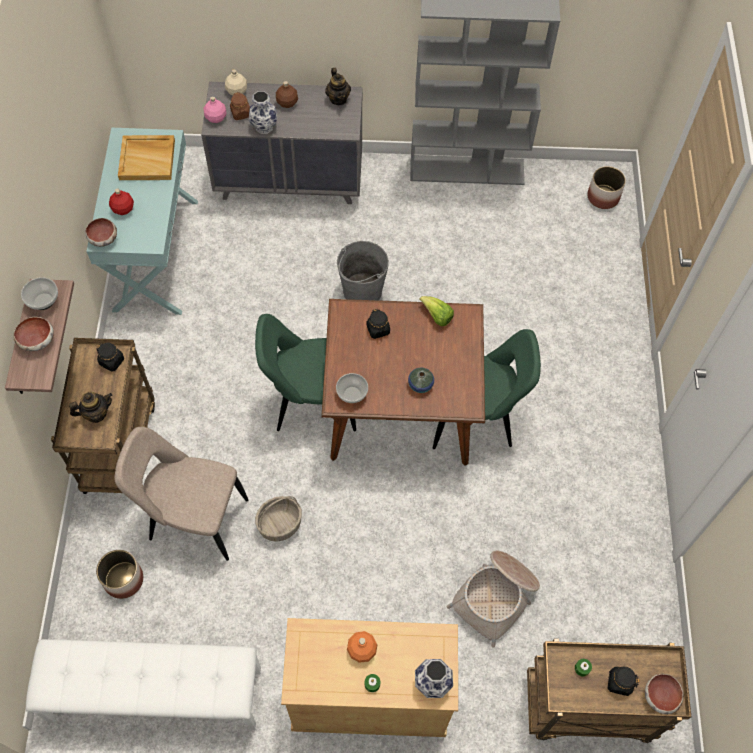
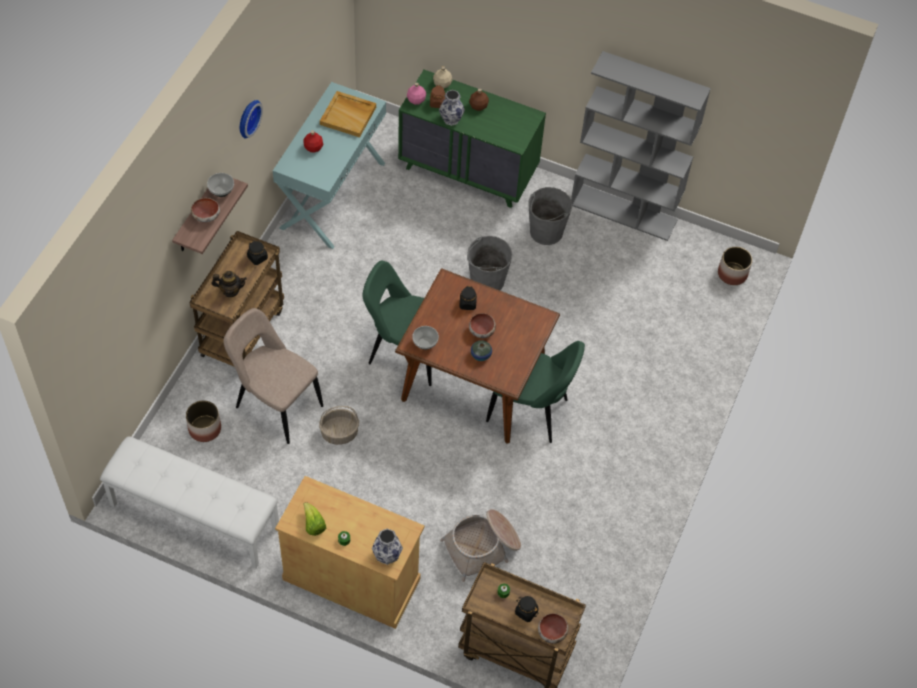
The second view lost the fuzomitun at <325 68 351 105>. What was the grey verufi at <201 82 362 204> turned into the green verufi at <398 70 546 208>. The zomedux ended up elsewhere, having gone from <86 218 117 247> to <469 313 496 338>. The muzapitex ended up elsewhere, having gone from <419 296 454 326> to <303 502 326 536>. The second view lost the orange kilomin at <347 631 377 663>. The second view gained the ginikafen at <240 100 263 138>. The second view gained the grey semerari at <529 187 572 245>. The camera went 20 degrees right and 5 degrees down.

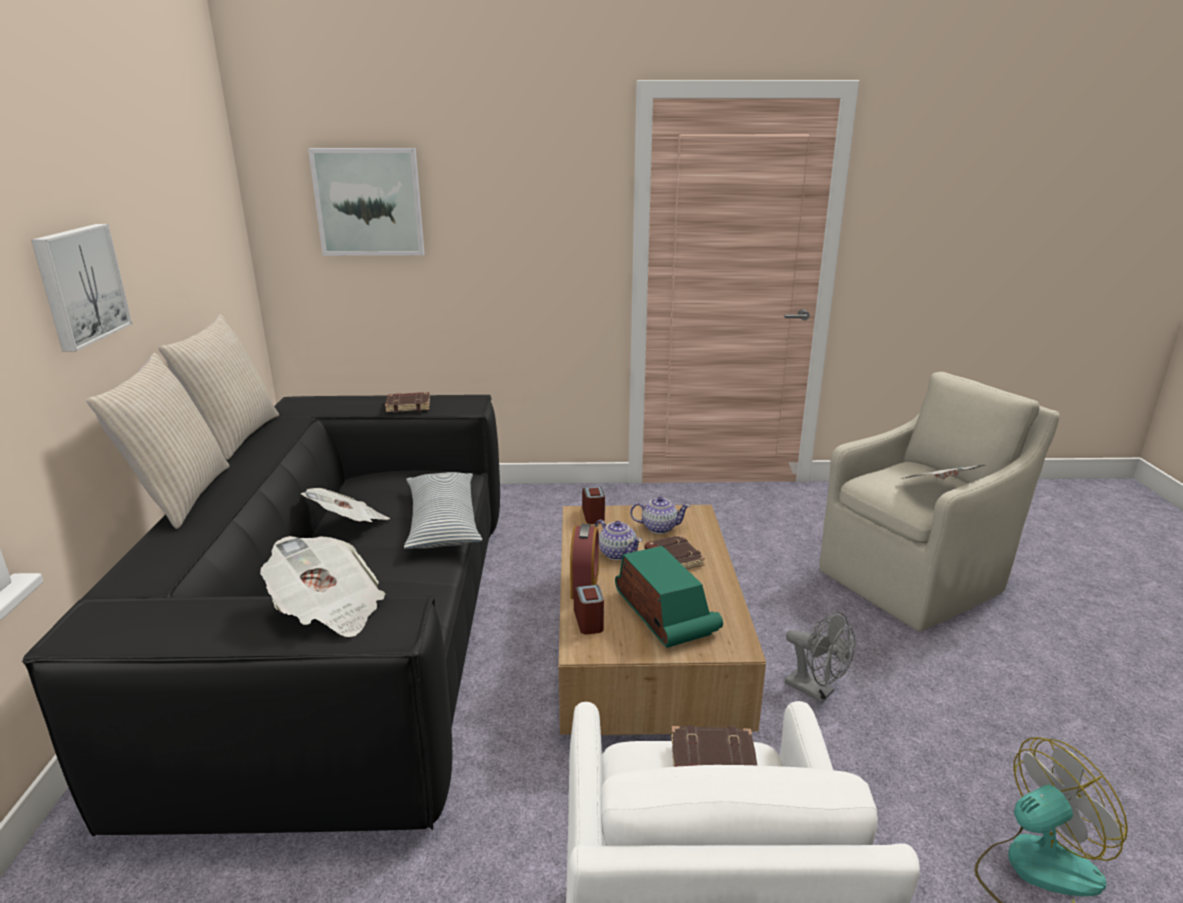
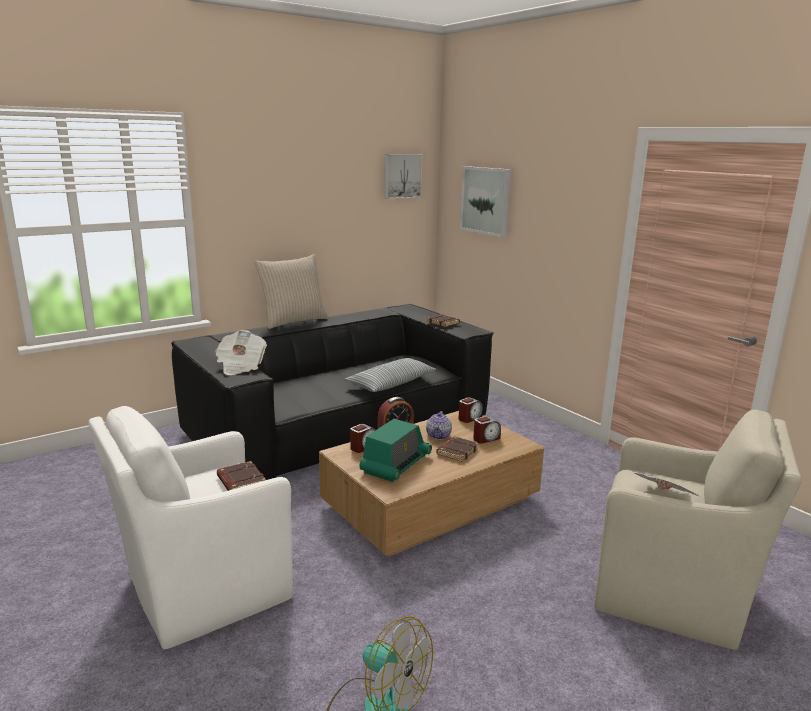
The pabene ended up elsewhere, having gone from <31 224 132 351> to <384 154 423 199>. The second view lost the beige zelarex at <158 314 279 460>. The second view lost the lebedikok at <300 488 390 522>. Where the fuzomitun stood at <630 496 690 534>, the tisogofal came to stand at <473 416 501 444>. The second view lost the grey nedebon at <785 612 855 703>. The camera went 55 degrees right and 5 degrees down.

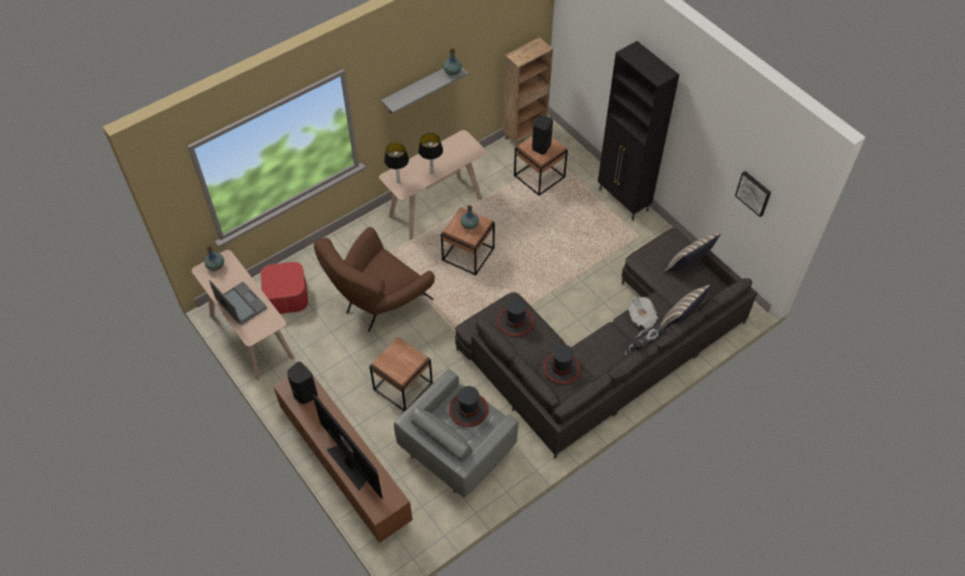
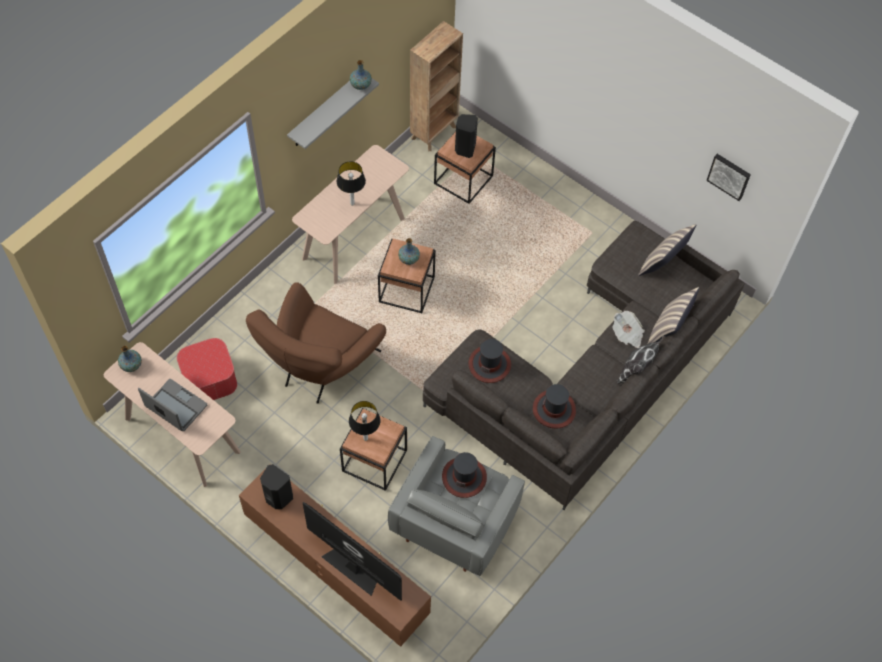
The second view lost the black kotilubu at <598 41 679 221>. The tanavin ended up elsewhere, having gone from <384 142 409 183> to <349 401 380 441>. The camera went 15 degrees left and 5 degrees up.

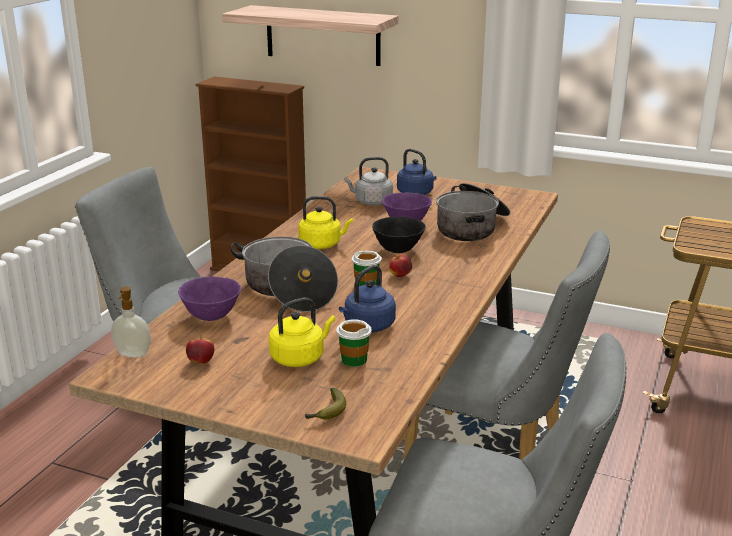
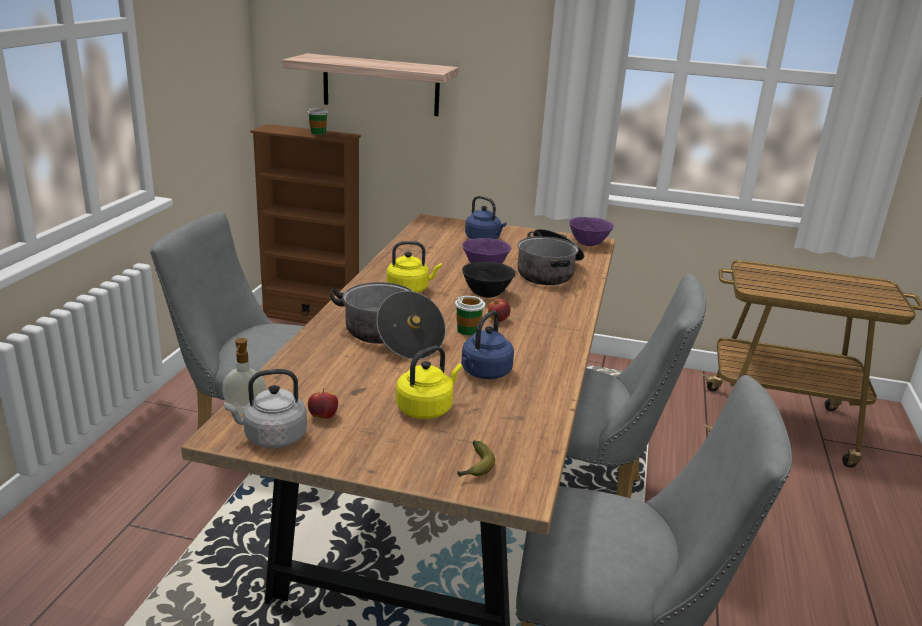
The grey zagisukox ended up elsewhere, having gone from <344 157 393 206> to <224 369 307 448>. The purple zomedux ended up elsewhere, having gone from <178 276 241 321> to <569 217 614 246>. The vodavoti ended up elsewhere, having gone from <336 319 372 367> to <307 108 328 135>. The camera went 10 degrees left and 0 degrees up.

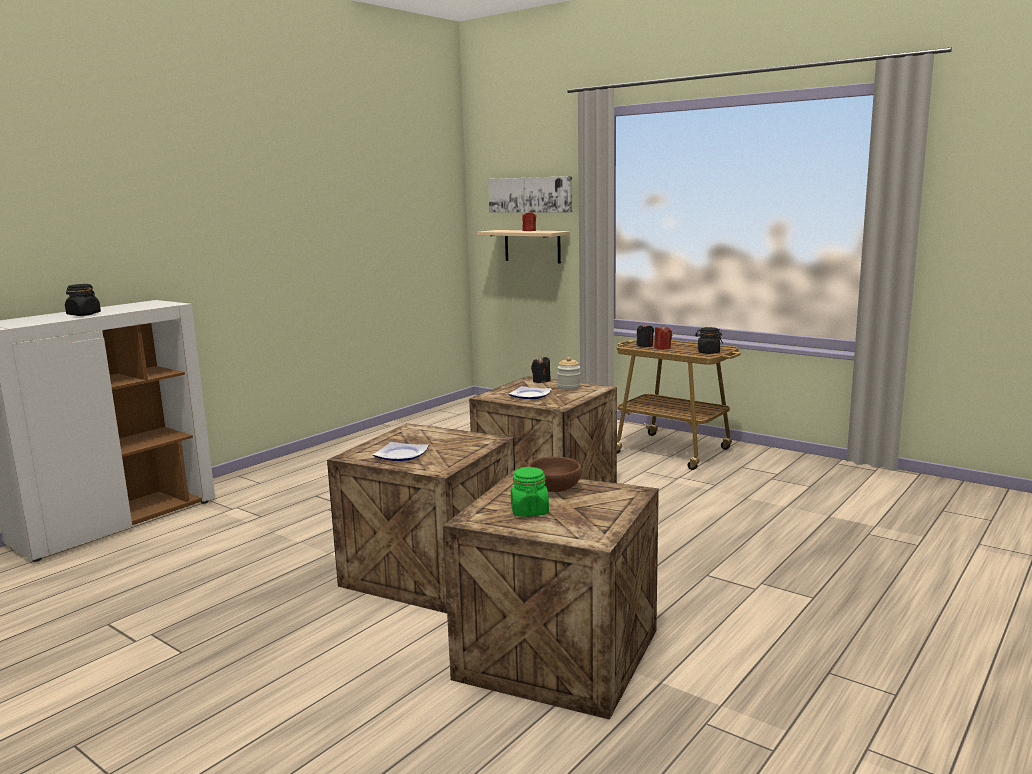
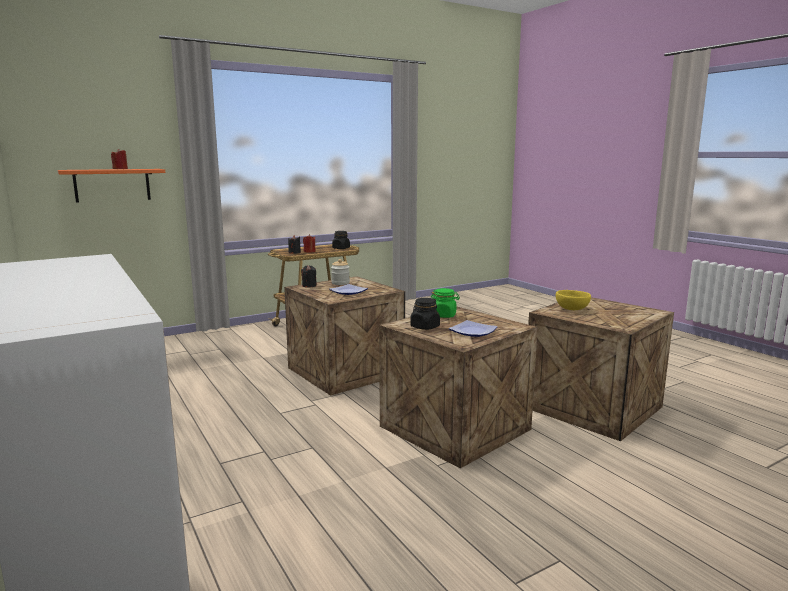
The second view lost the pabene at <488 176 572 213>. What was the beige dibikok at <477 230 570 263> turned into the orange dibikok at <58 169 165 203>. The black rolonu ended up elsewhere, having gone from <65 284 101 316> to <410 298 440 330>. What was the brown zomedux at <527 456 582 492> turned into the yellow zomedux at <556 290 591 310>. The green rolonu ended up elsewhere, having gone from <511 467 549 517> to <431 288 460 318>. The camera went 70 degrees left and 0 degrees up.

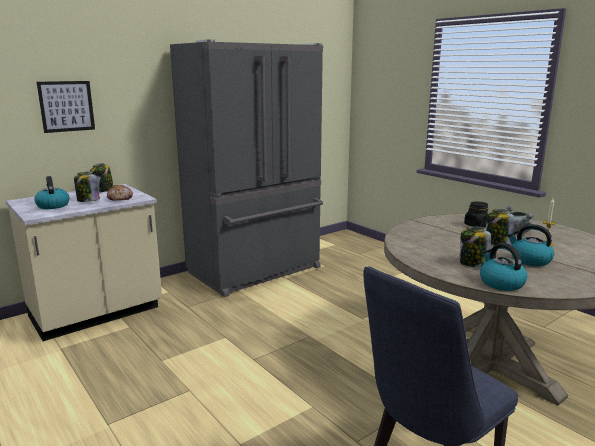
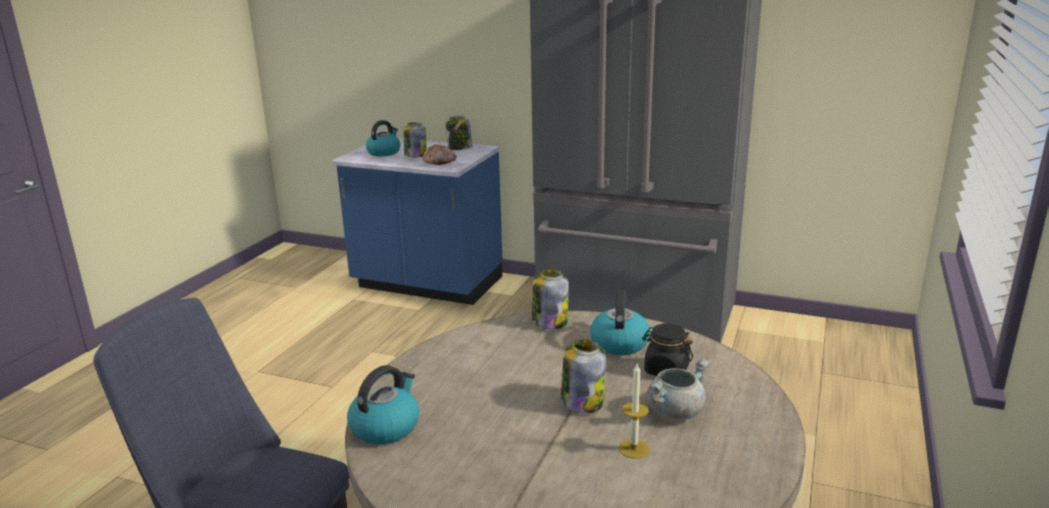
The second view lost the pabene at <37 81 95 133>. What was the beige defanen at <6 184 162 341> turned into the blue defanen at <331 138 503 305>. The zagisukox ended up elsewhere, having gone from <507 224 554 266> to <590 290 650 355>. The rolonu ended up elsewhere, having gone from <460 226 491 267> to <532 269 569 329>. The camera went 60 degrees right and 5 degrees up.

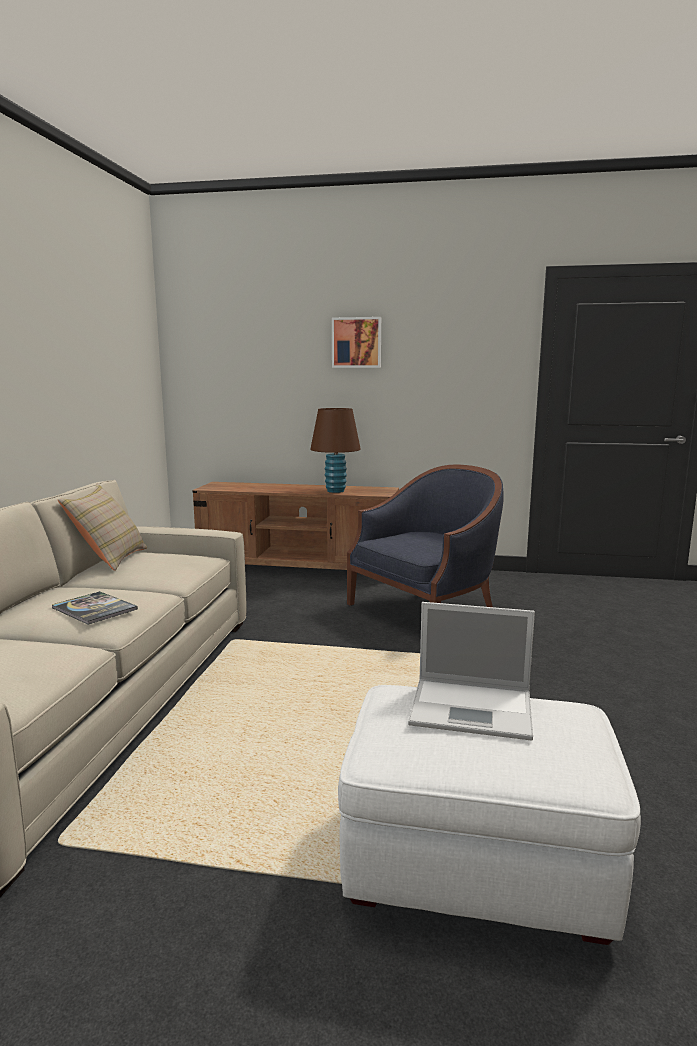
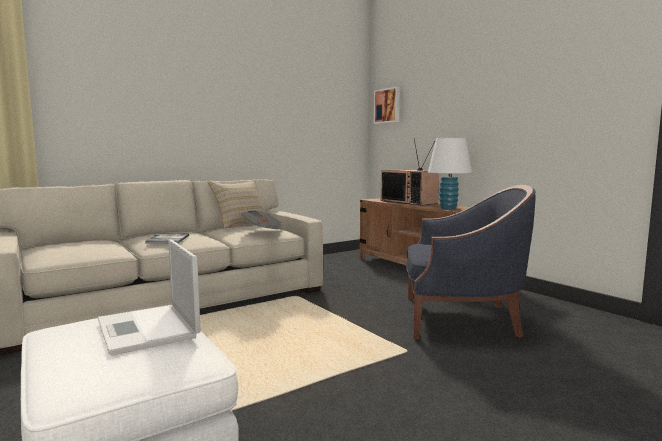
The pabene ended up elsewhere, having gone from <332 317 381 368> to <373 86 400 124>. What was the brown tanavin at <310 408 361 493> turned into the white tanavin at <428 138 472 209>. The second view gained the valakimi at <381 138 439 205>. The second view gained the lebedikok at <241 211 282 229>. The camera went 45 degrees right and 5 degrees down.

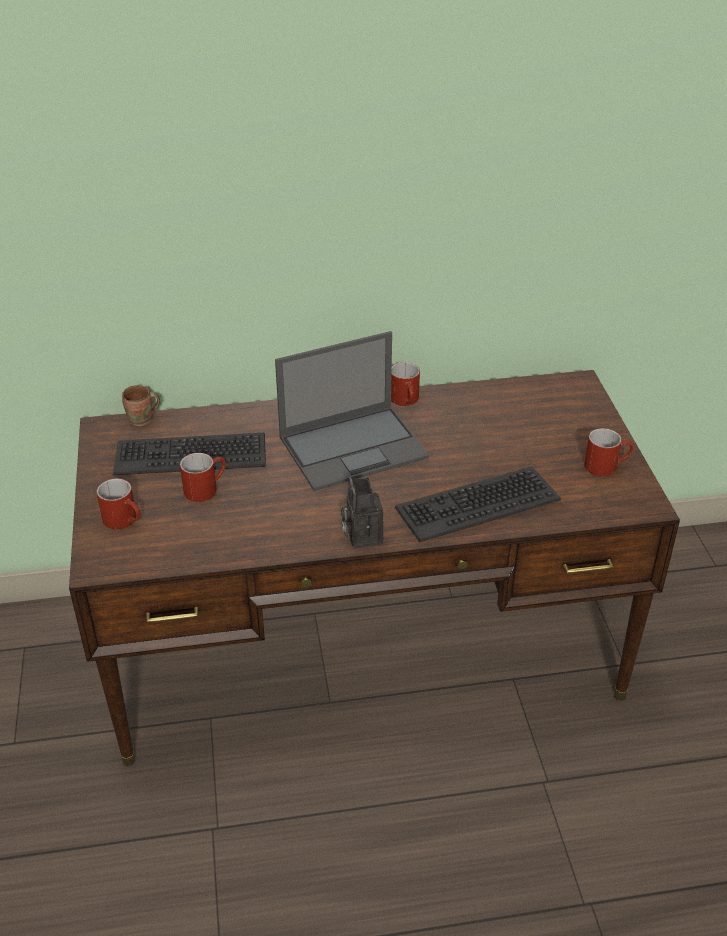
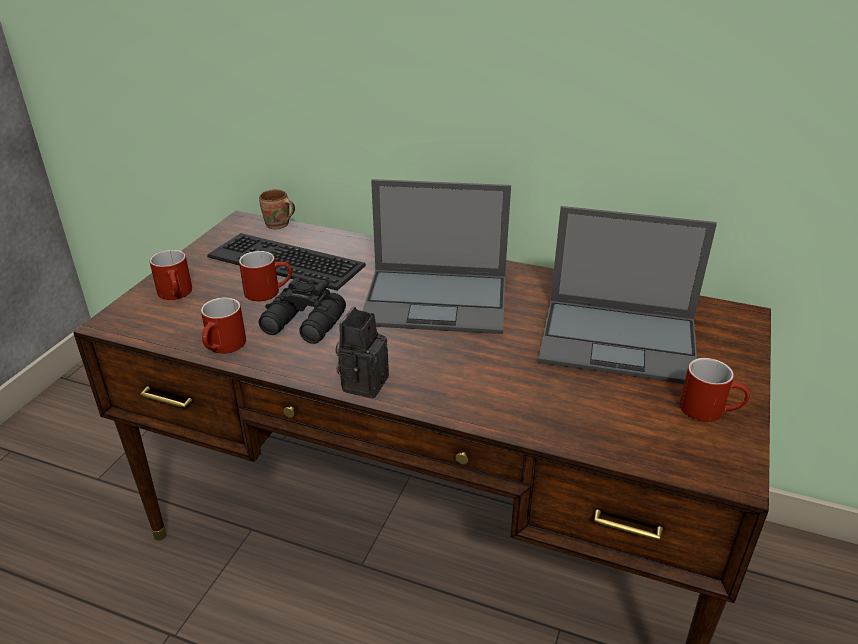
The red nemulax ended up elsewhere, having gone from <391 362 420 406> to <201 297 246 354>. The second view lost the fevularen at <395 466 561 542>. The second view gained the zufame at <538 206 717 384>. The second view gained the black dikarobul at <258 277 346 344>. The camera went 30 degrees right and 5 degrees down.

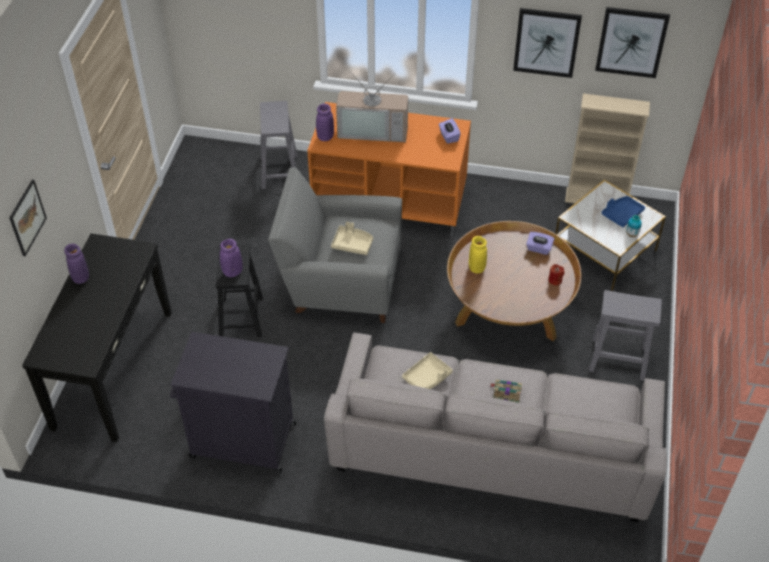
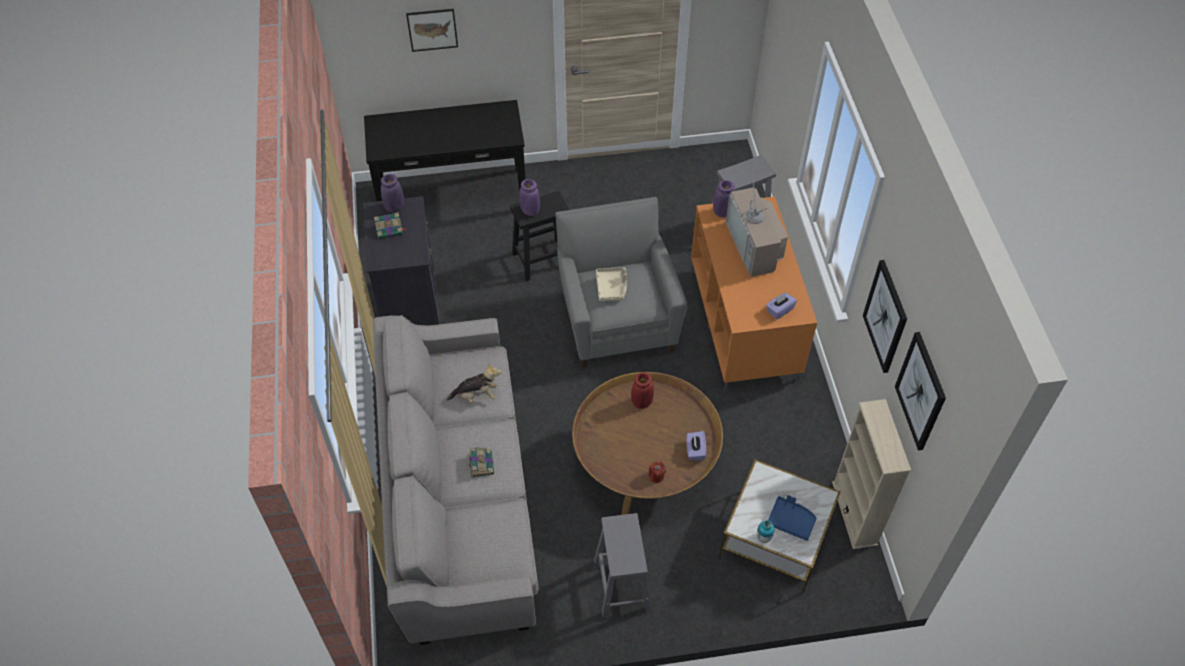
What was the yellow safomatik at <469 236 487 273> turned into the red safomatik at <631 372 654 409>. The purple safomatik ended up elsewhere, having gone from <64 244 89 284> to <381 174 404 212>. Where the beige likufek stood at <402 352 453 389>, the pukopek came to stand at <447 362 501 403>. The second view gained the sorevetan at <374 212 406 239>. The camera went 70 degrees right and 5 degrees up.

